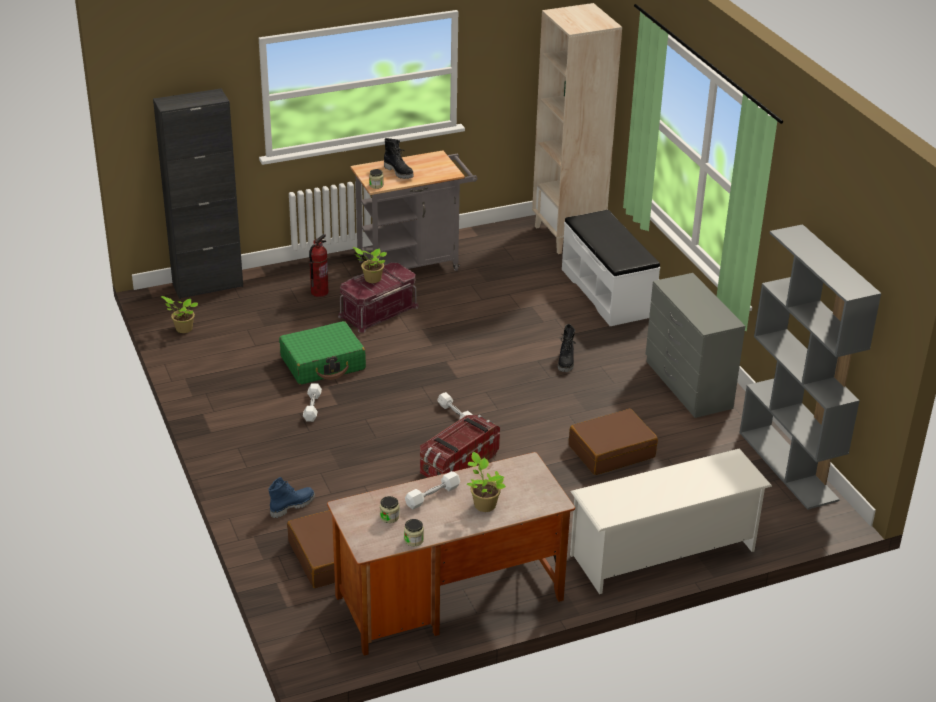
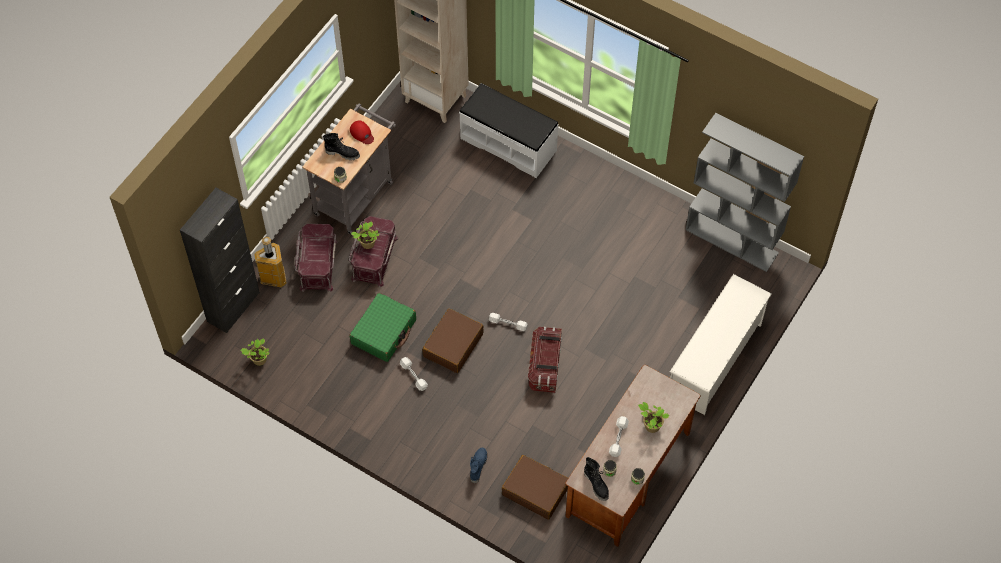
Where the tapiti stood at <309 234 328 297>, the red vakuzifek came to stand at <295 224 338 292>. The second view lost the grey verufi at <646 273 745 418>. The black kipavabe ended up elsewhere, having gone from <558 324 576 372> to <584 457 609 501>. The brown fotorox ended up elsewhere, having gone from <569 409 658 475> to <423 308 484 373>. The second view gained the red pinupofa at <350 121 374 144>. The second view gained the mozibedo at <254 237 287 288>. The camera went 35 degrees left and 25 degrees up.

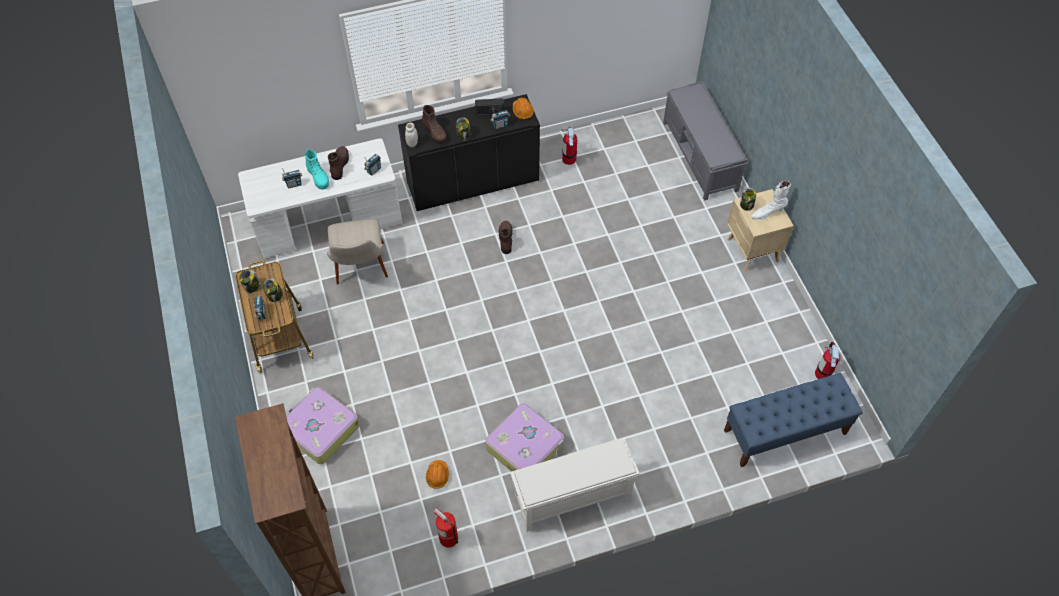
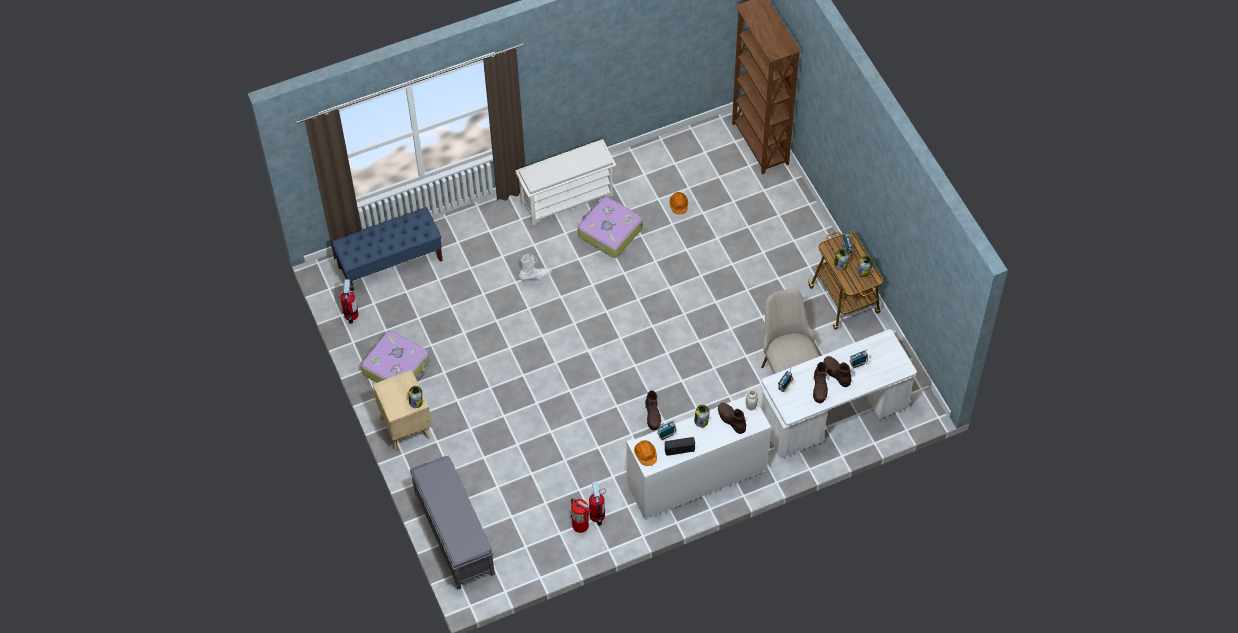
What was the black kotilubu at <398 94 540 211> turned into the white kotilubu at <626 394 771 520>. What was the turquoise kipavabe at <305 150 329 190> turned into the brown kipavabe at <824 356 851 387>. The white kipavabe ended up elsewhere, having gone from <750 181 791 220> to <519 254 552 283>. The fotorox ended up elsewhere, having gone from <286 387 360 464> to <361 330 429 383>. The tapiti ended up elsewhere, having gone from <434 508 458 548> to <571 499 590 533>. The camera went 175 degrees right and 0 degrees up.

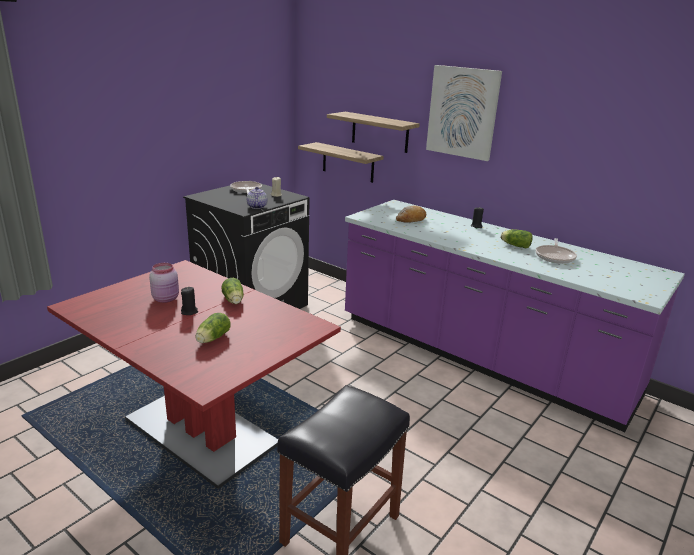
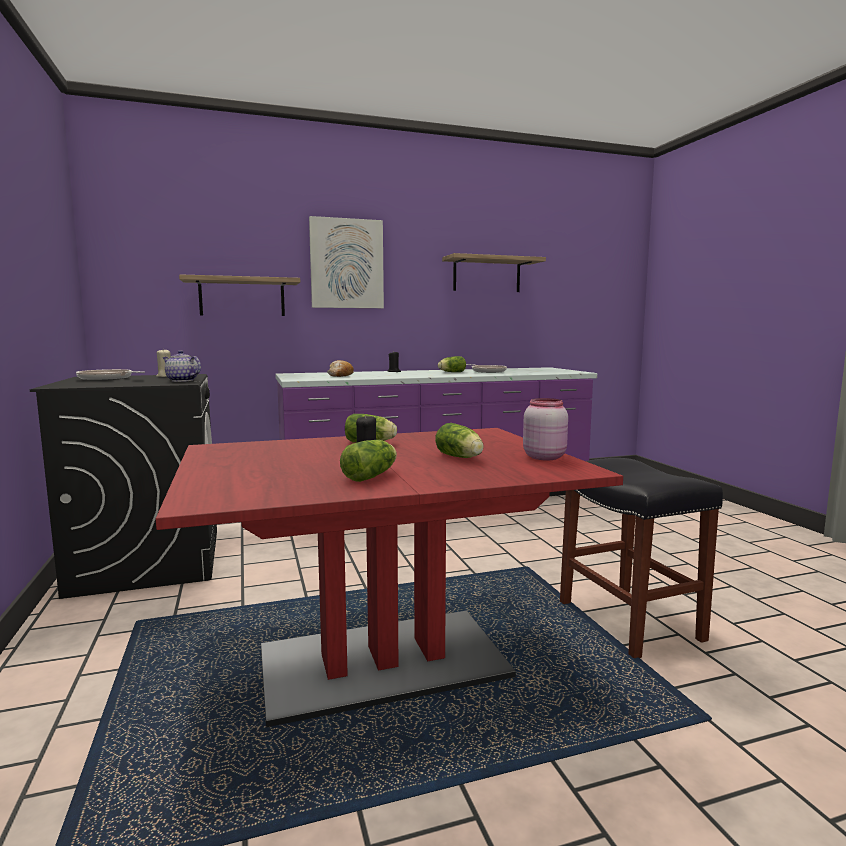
The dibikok ended up elsewhere, having gone from <298 142 384 183> to <442 253 546 292>. The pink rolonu ended up elsewhere, having gone from <149 263 179 303> to <523 398 568 460>. The second view gained the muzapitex at <340 440 397 482>. The camera went 55 degrees left and 15 degrees down.

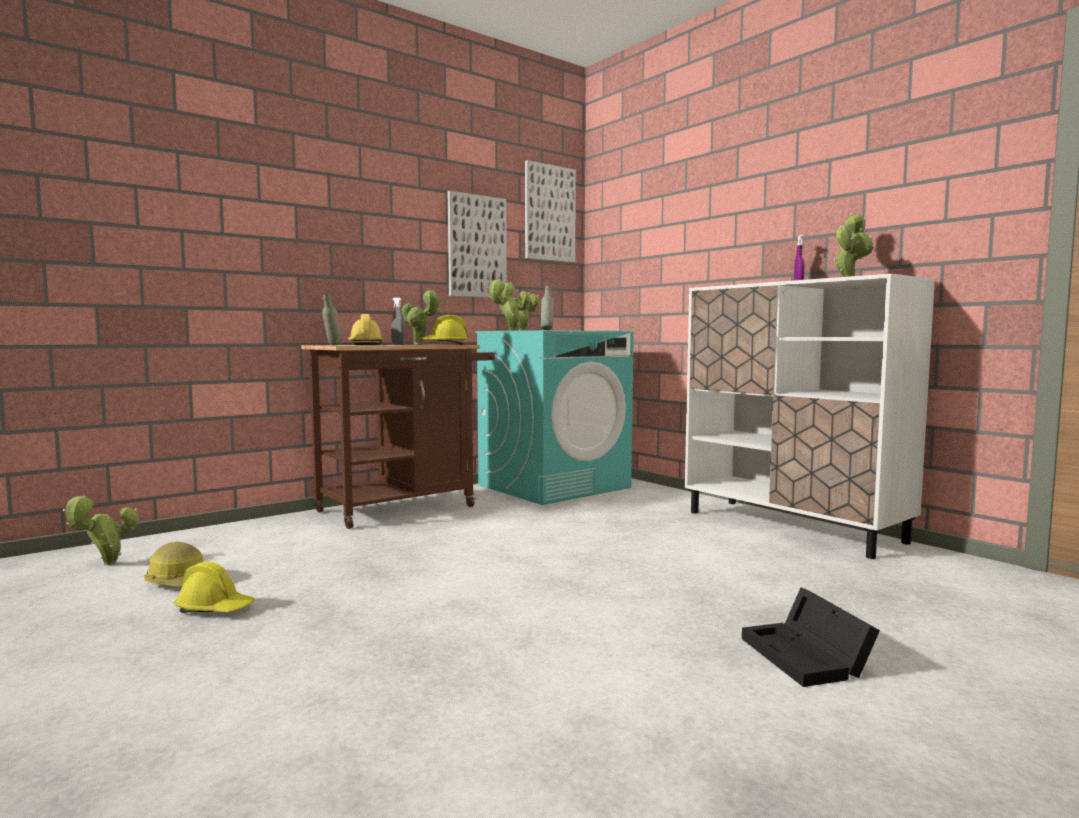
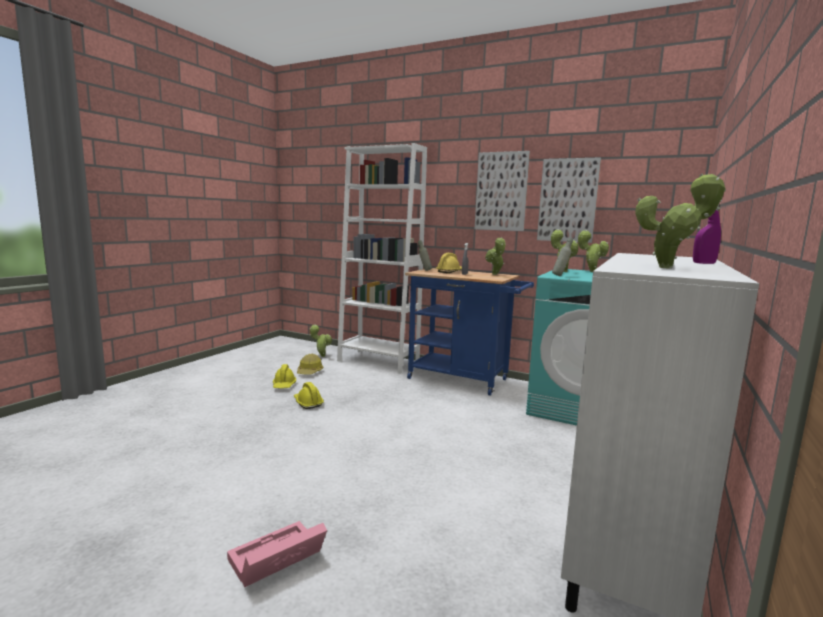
The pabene ended up elsewhere, having gone from <525 160 576 263> to <475 151 530 231>. The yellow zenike ended up elsewhere, having gone from <419 315 468 345> to <294 382 324 409>. What was the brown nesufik at <301 344 495 529> turned into the blue nesufik at <405 268 534 396>. What was the black vakuzifek at <742 587 880 687> turned into the pink vakuzifek at <227 521 327 587>. The second view gained the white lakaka at <337 143 427 374>. The camera went 65 degrees right and 5 degrees up.

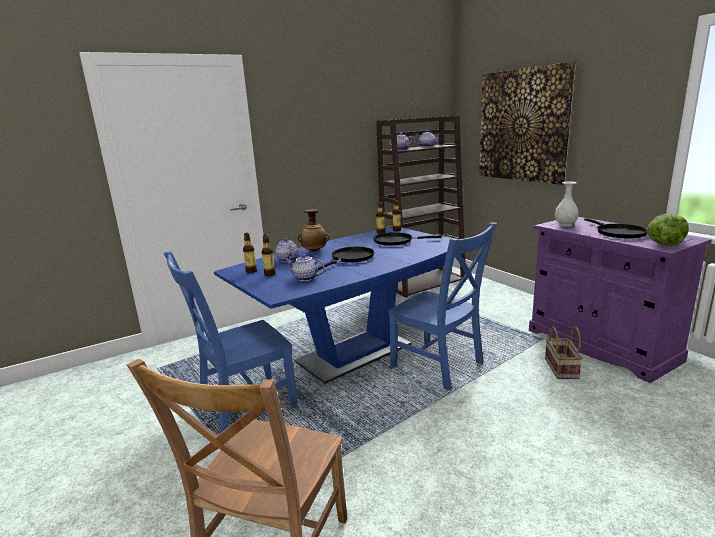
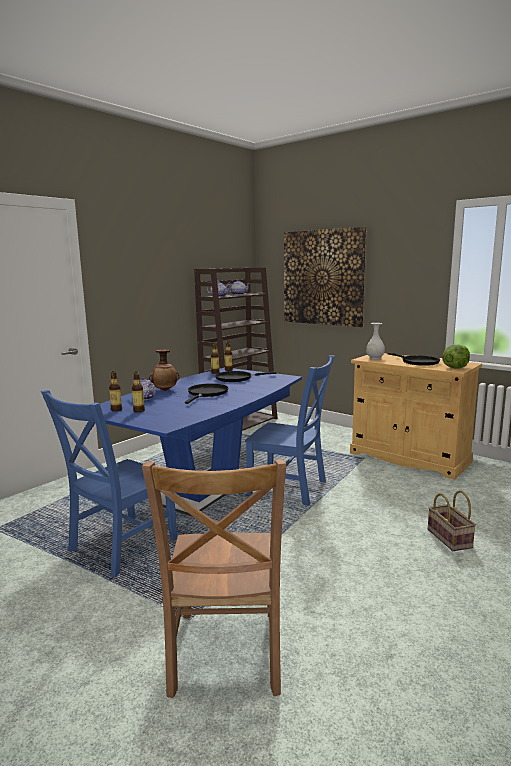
What was the purple kotilubu at <529 217 712 383> turned into the beige kotilubu at <350 353 482 480>. The second view lost the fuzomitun at <286 254 325 281>. The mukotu ended up elsewhere, having gone from <545 326 583 379> to <428 490 476 551>. The camera went 20 degrees left and 5 degrees down.

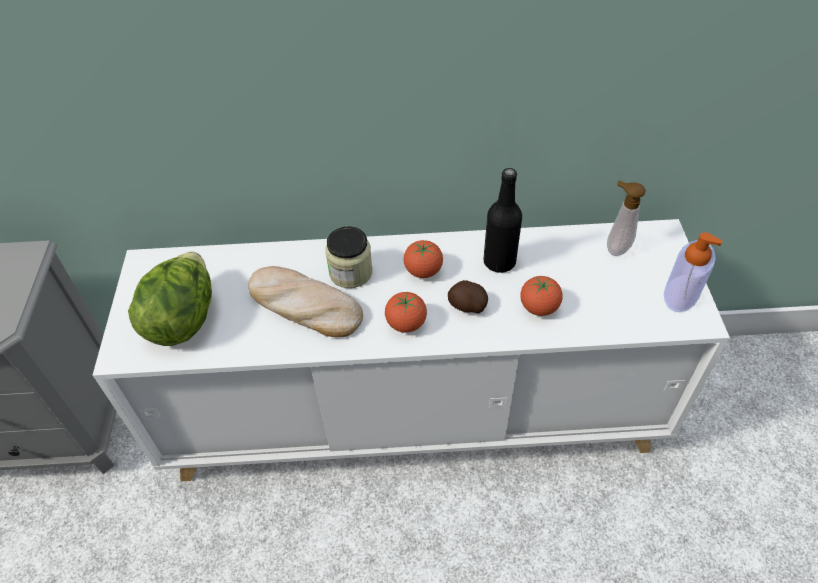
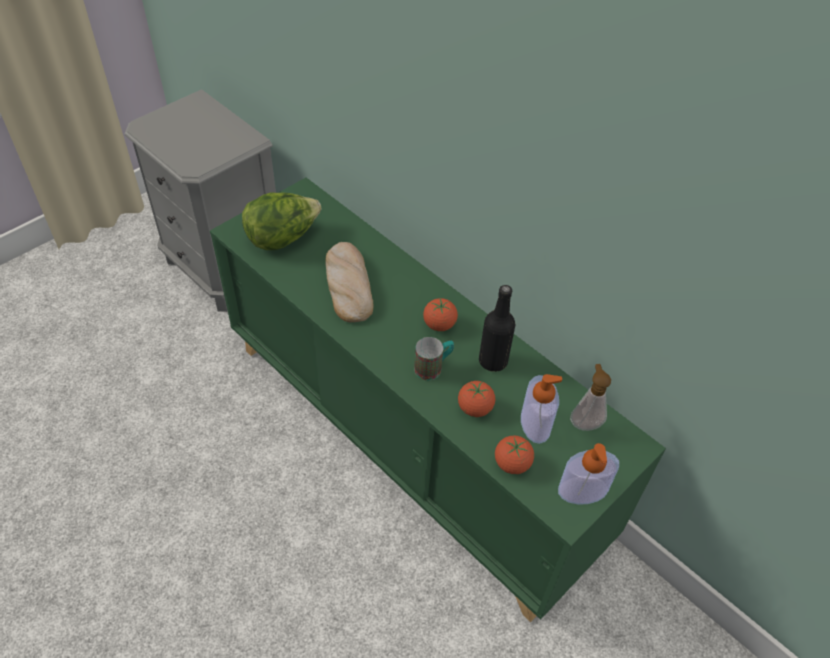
What was the white kotilubu at <92 219 730 481> turned into the green kotilubu at <210 178 666 622>. The second view lost the rolonu at <325 226 373 288>. Where the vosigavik stood at <448 280 488 313>, the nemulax came to stand at <414 337 454 380>. The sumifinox ended up elsewhere, having gone from <385 291 427 333> to <495 436 534 474>. The second view gained the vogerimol at <521 374 562 444>. The camera went 45 degrees right and 0 degrees up.

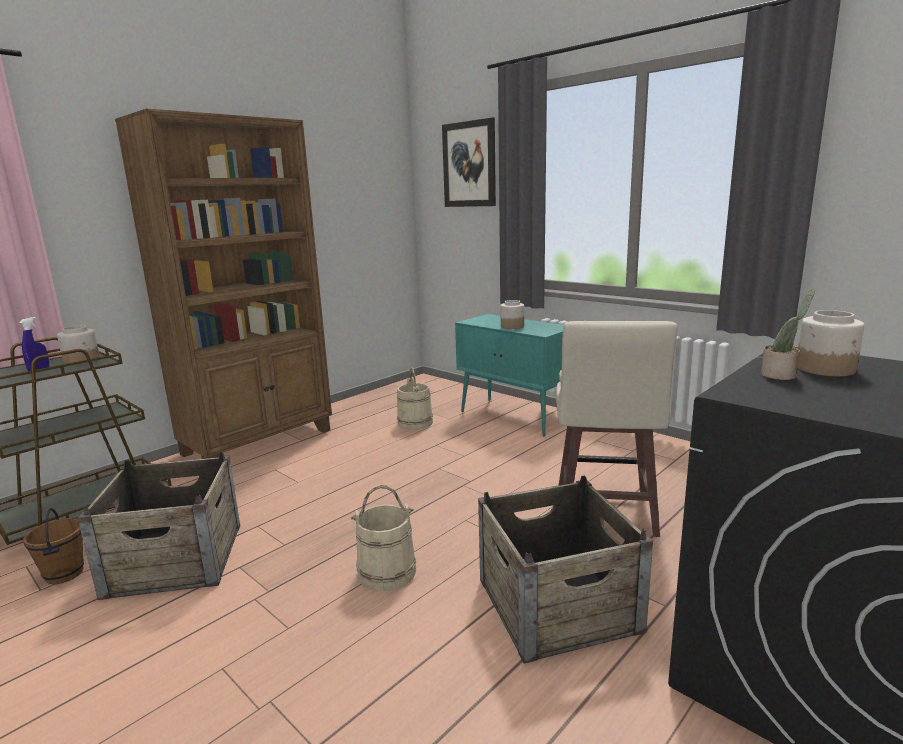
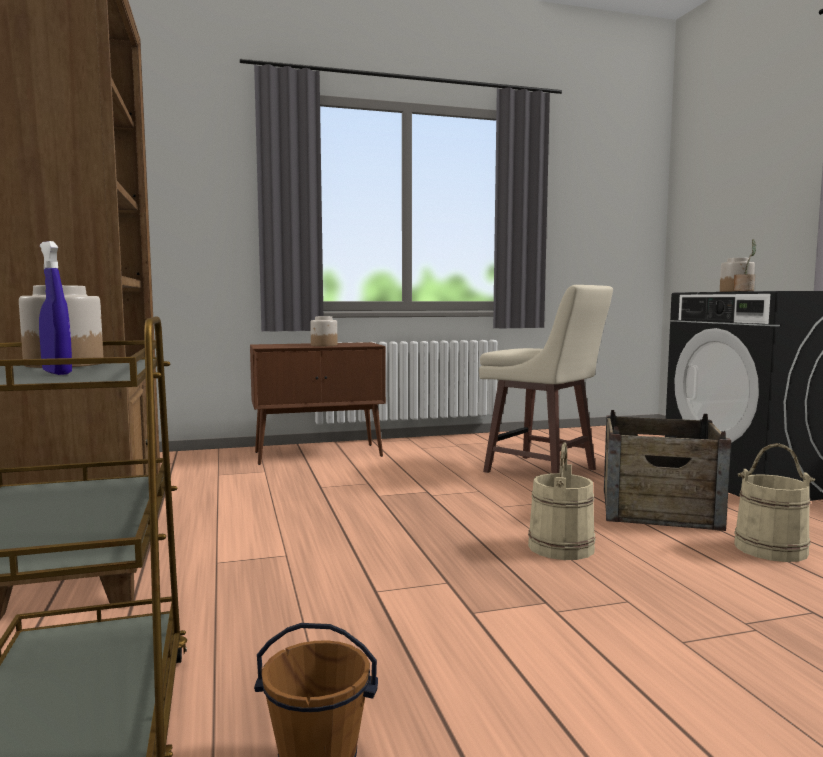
The second view lost the pabene at <442 118 496 207>. What was the turquoise kotilubu at <455 314 564 436> turned into the brown kotilubu at <250 342 386 465>. The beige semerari ended up elsewhere, having gone from <397 367 433 430> to <734 443 815 562>. The second view lost the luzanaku at <77 451 240 600>. The camera went 60 degrees left and 10 degrees down.

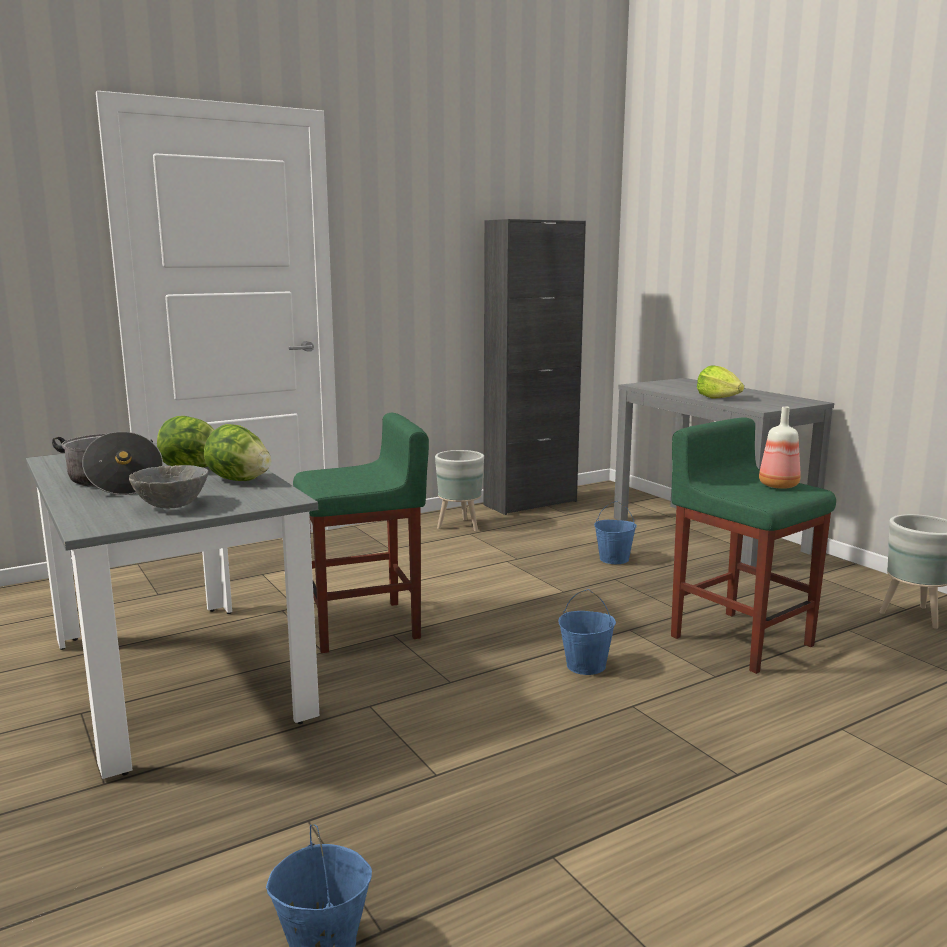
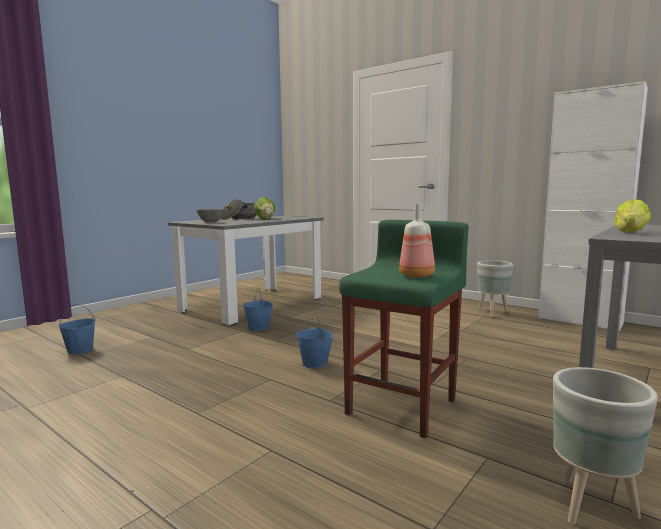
What was the black kotilubu at <484 219 586 515> turned into the white kotilubu at <539 81 648 332>. The second view lost the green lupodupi at <293 413 429 653>. The second view lost the muzapitex at <204 424 271 481>. The blue semerari ended up elsewhere, having gone from <594 501 637 564> to <243 287 273 331>. The camera went 70 degrees right and 5 degrees down.

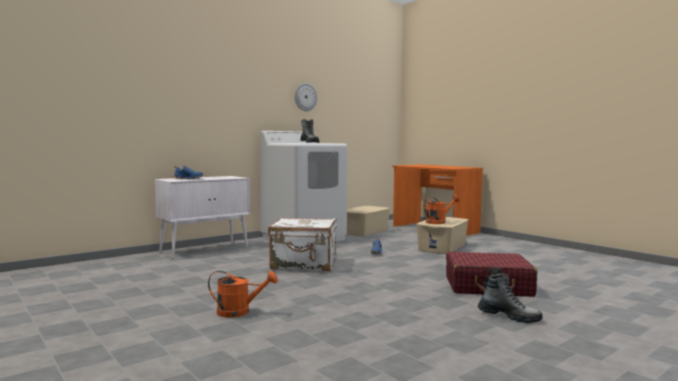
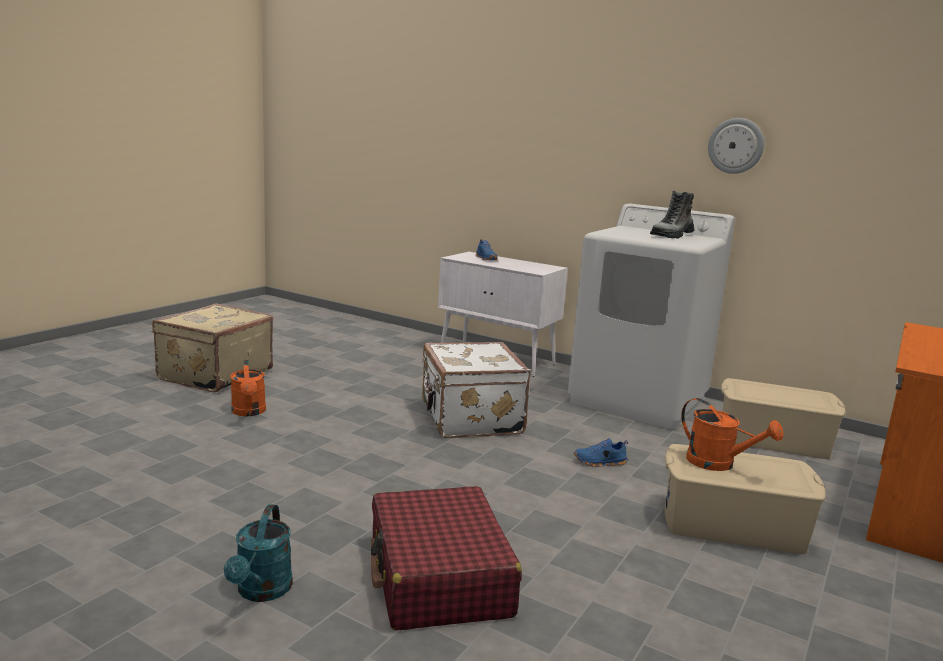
Where the kipavabe stood at <478 273 542 323>, the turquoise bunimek came to stand at <224 504 293 602>. The second view gained the beige fotorox at <152 303 273 392>. The camera went 70 degrees right and 10 degrees up.

